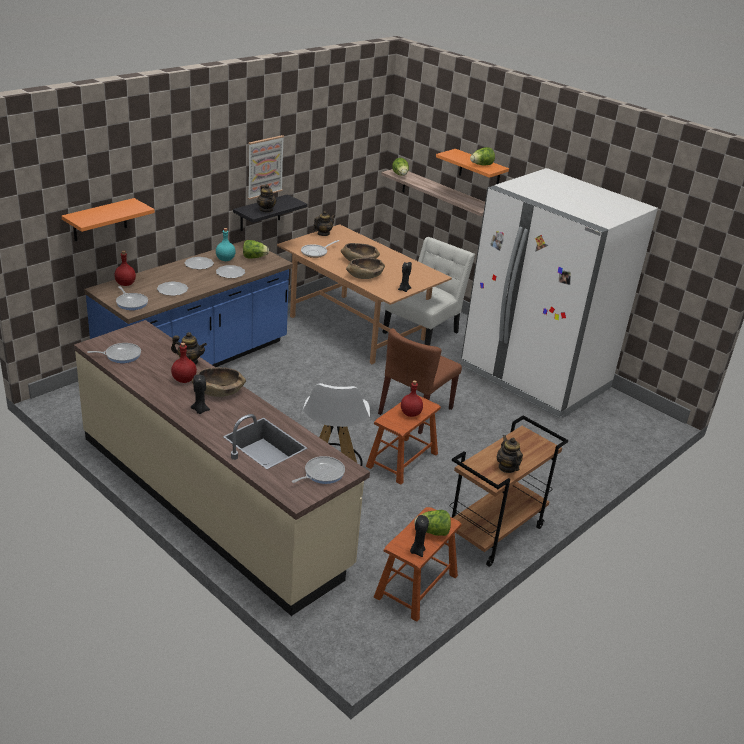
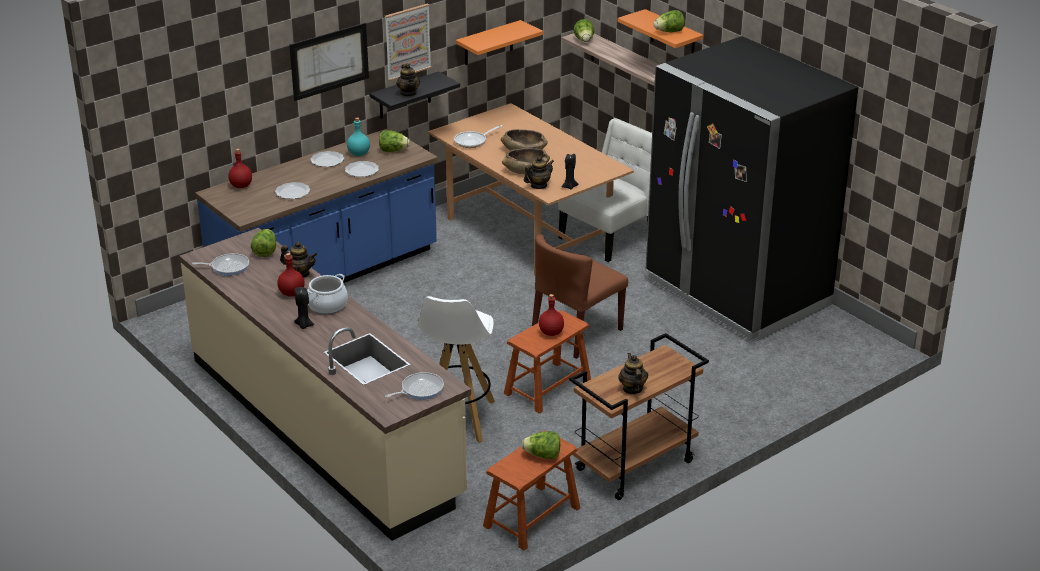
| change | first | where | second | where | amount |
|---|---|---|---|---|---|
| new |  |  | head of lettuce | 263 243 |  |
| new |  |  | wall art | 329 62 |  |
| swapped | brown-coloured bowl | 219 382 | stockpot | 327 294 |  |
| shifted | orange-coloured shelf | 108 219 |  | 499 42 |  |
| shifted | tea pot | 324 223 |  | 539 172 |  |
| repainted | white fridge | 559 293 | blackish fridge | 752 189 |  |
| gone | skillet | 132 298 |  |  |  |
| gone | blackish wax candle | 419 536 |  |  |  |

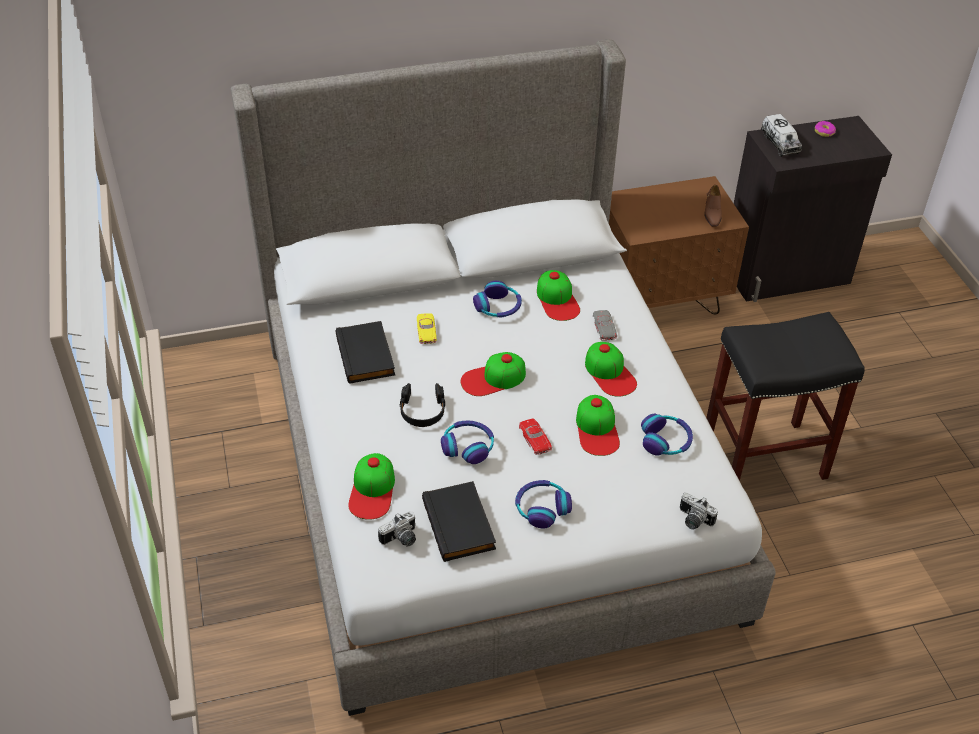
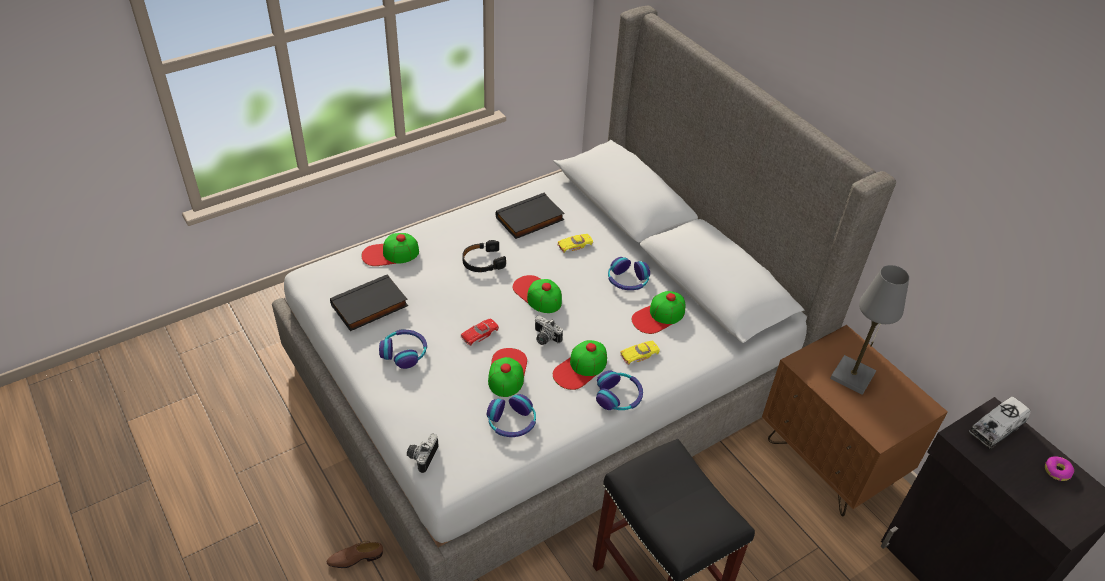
| change | first | where | second | where | amount |
|---|---|---|---|---|---|
| shifted | brown-coloured shoe | 713 206 |  | 355 554 |  |
| rotated | cap | 598 425 |  | 507 372 | 120 degrees clockwise |
| shifted | photo camera | 397 528 |  | 549 330 |  |
| shifted | headset | 467 442 |  | 619 390 |  |
| repainted | gray toy car | 605 325 | yellowish toy car | 640 353 |  |
| new |  |  | gray lamp for a table | 869 330 |  |

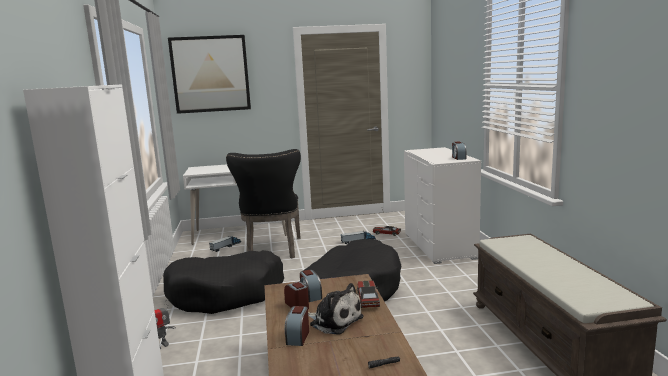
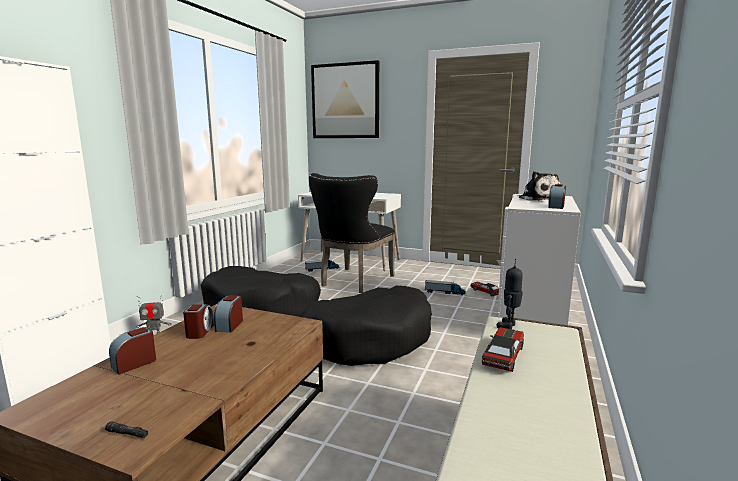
| change | first | where | second | where | amount |
|---|---|---|---|---|---|
| shifted | toy car | 368 294 |  | 503 349 |  |
| new |  |  | toy robot | 510 294 |  |
| shifted | cuddly toy | 336 309 |  | 539 186 |  |

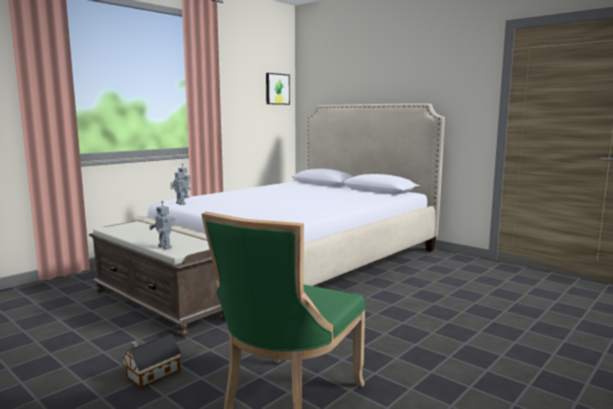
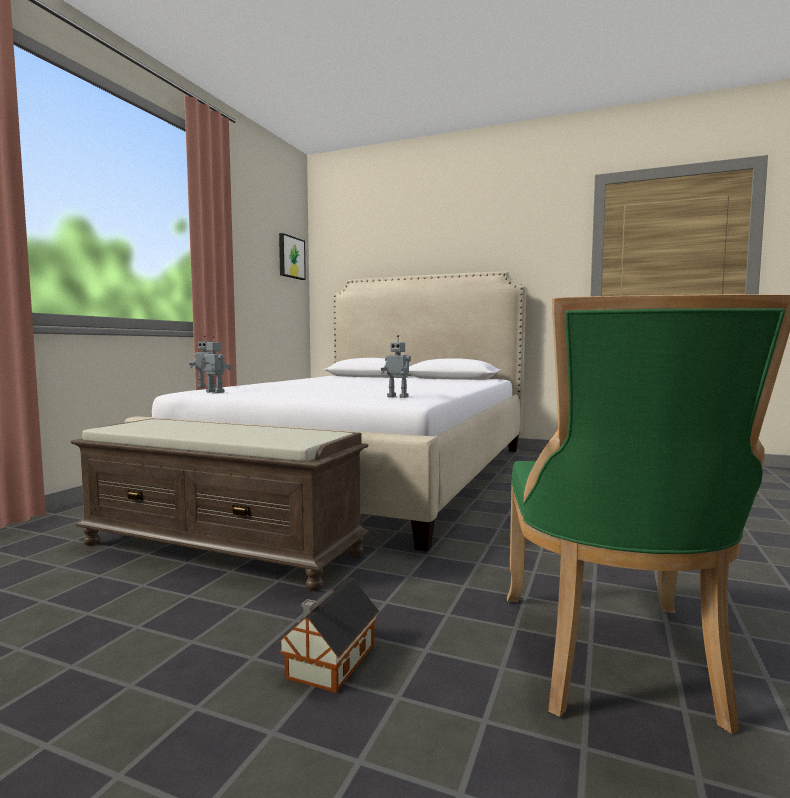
| change | first | where | second | where | amount |
|---|---|---|---|---|---|
| shifted | toy robot | 162 225 |  | 396 366 |  |

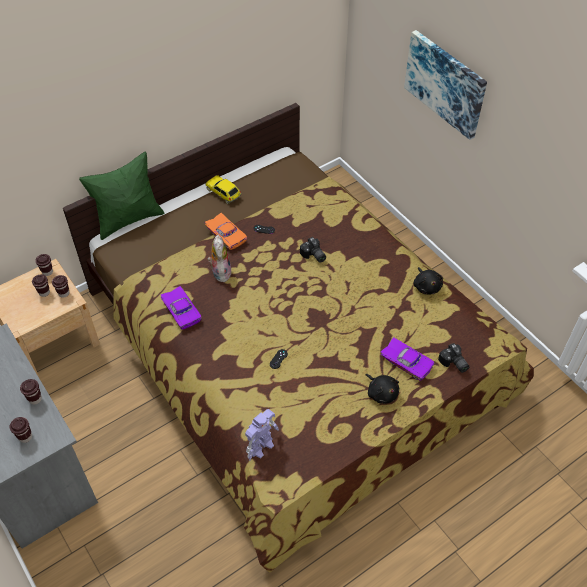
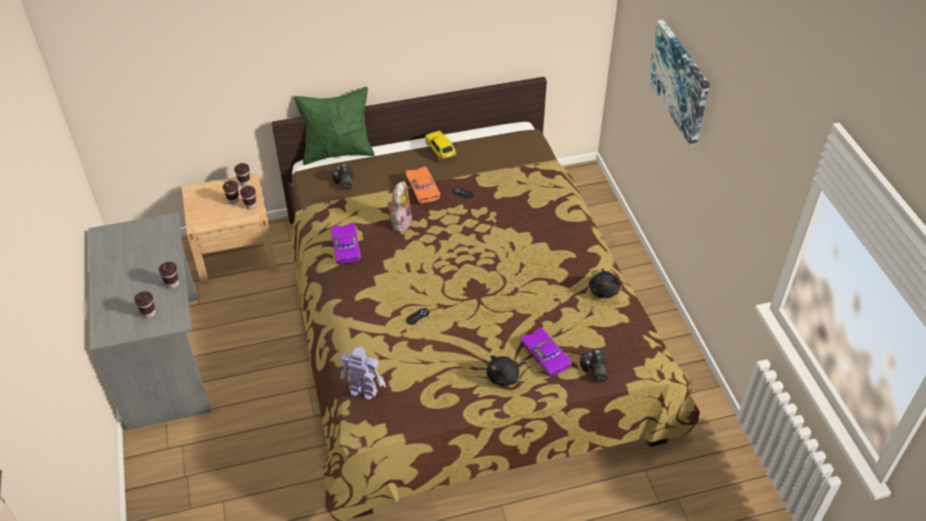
| change | first | where | second | where | amount |
|---|---|---|---|---|---|
| shifted | photo camera | 313 250 |  | 342 177 |  |
| rotated | toy robot | 262 435 |  | 363 373 | 135 degrees counterclockwise |
| rotated | blackish cuddly toy | 382 388 |  | 506 370 | 75 degrees clockwise |

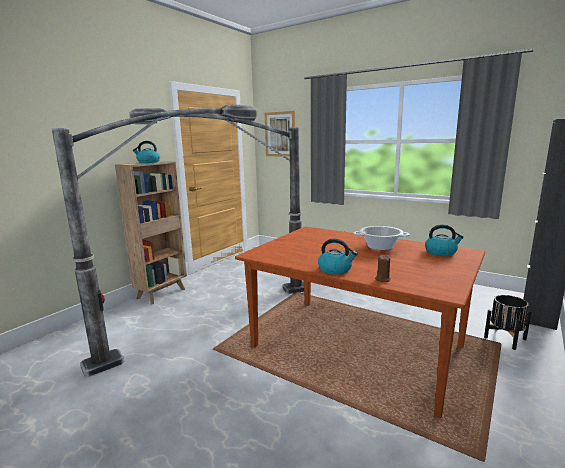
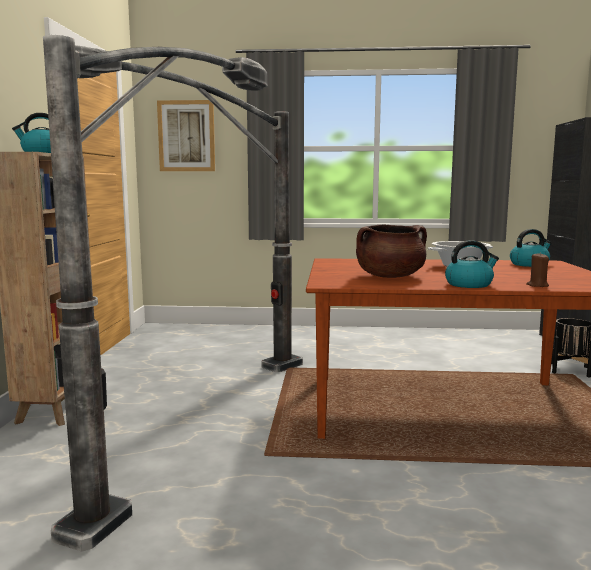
| change | first | where | second | where | amount |
|---|---|---|---|---|---|
| new |  |  | brown-coloured stockpot | 391 251 |  |

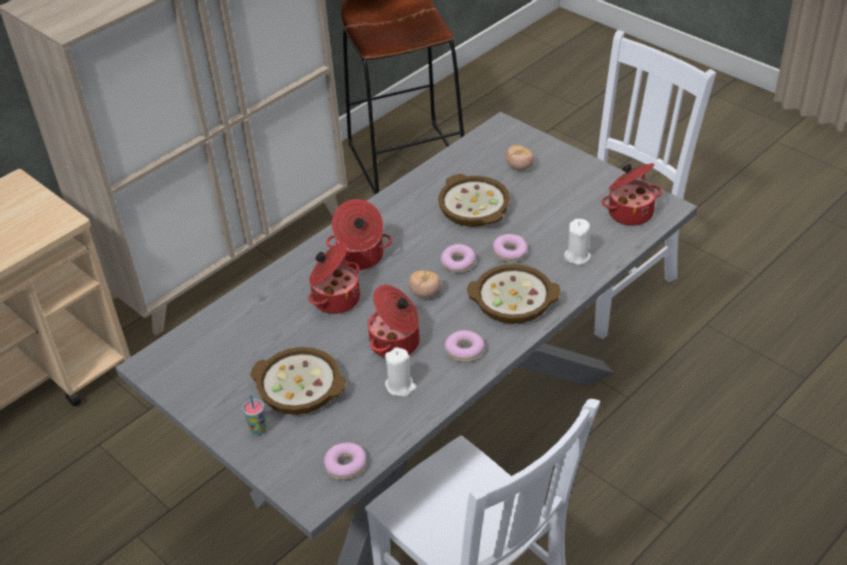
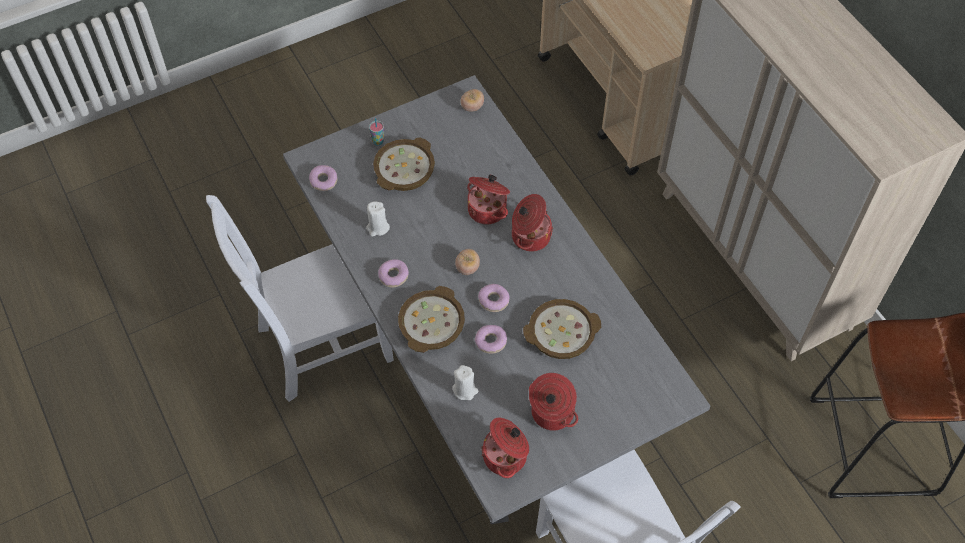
| change | first | where | second | where | amount |
|---|---|---|---|---|---|
| shifted | fresh tomato | 520 158 |  | 472 100 |  |
| shifted | stockpot | 393 321 |  | 553 402 |  |

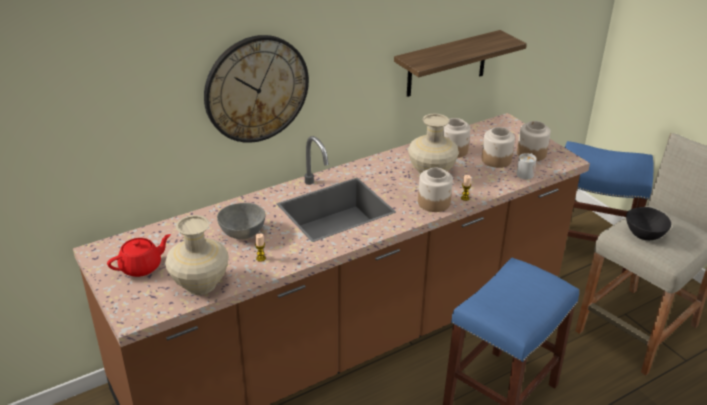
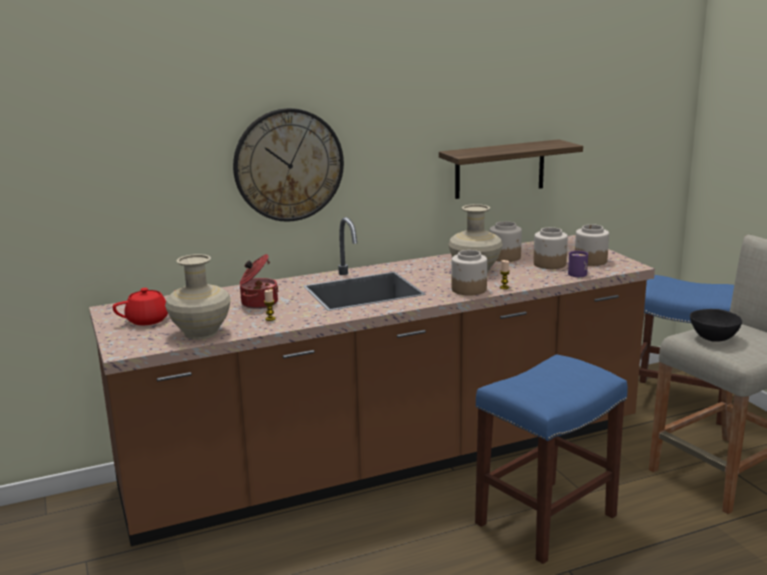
| change | first | where | second | where | amount |
|---|---|---|---|---|---|
| swapped | gray bowl | 241 221 | stockpot | 259 281 |  |
| repainted | white tea mug | 527 166 | purplish tea mug | 578 264 |  |

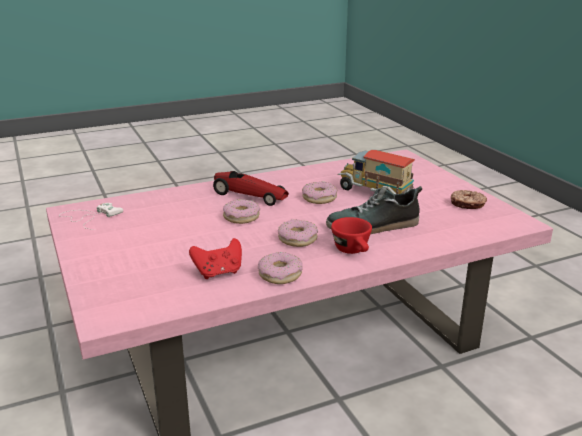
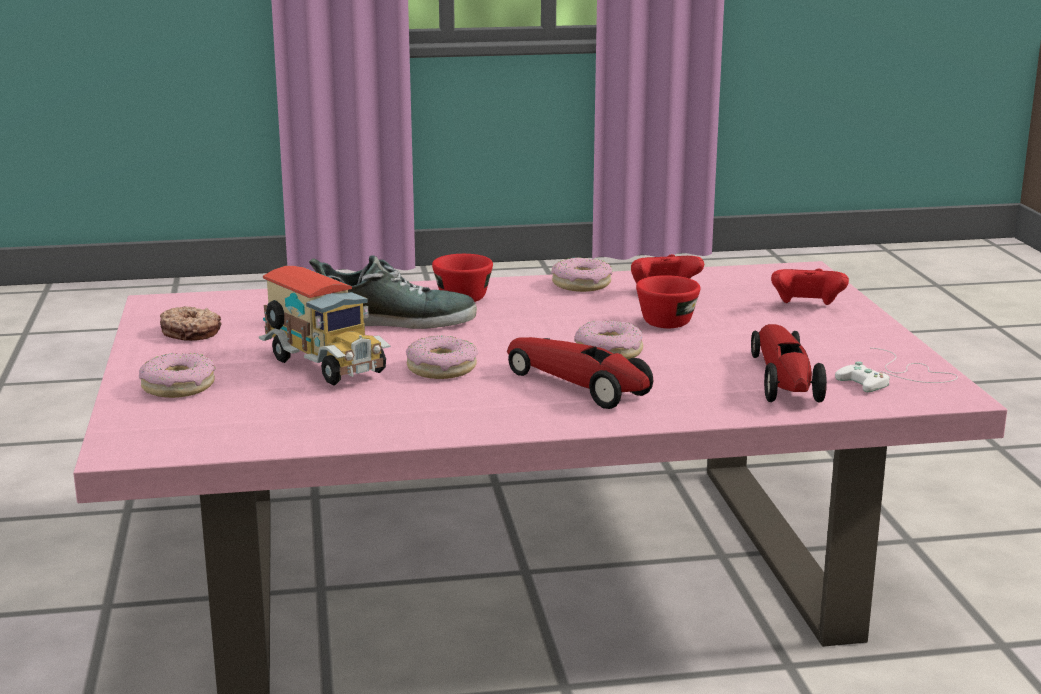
| change | first | where | second | where | amount |
|---|---|---|---|---|---|
| shifted | doughnut | 298 233 |  | 177 375 |  |
| new |  |  | red-coloured cup | 668 301 |  |
| new |  |  | toy car | 789 363 |  |
| new |  |  | red-coloured gamepad | 810 287 |  |

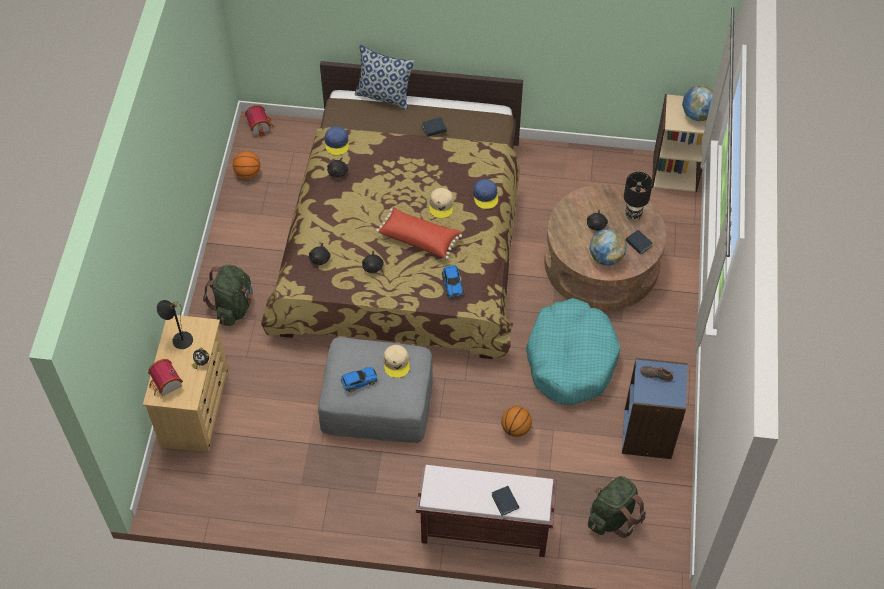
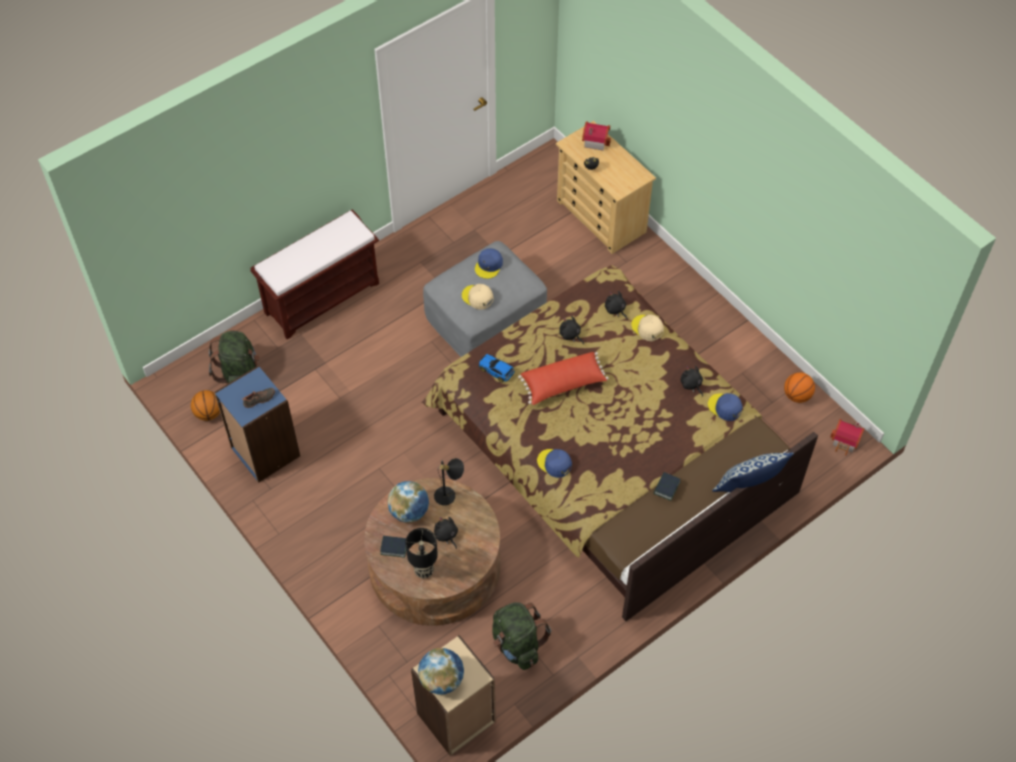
| change | first | where | second | where | amount |
|---|---|---|---|---|---|
| shifted | basketball | 516 421 |  | 205 405 |  |
| shifted | blackish lamp for a table | 175 324 |  | 449 481 |  |
| swapped | toy car | 359 379 | bluish cap | 489 263 |  |
| shifted | greenish backpack | 228 295 |  | 521 636 |  |
| shifted | beige-coloured cap | 441 203 |  | 647 327 |  |
| gone | book | 505 501 |  |  |  |
| gone | blue-green pet bed | 573 351 |  |  |  |

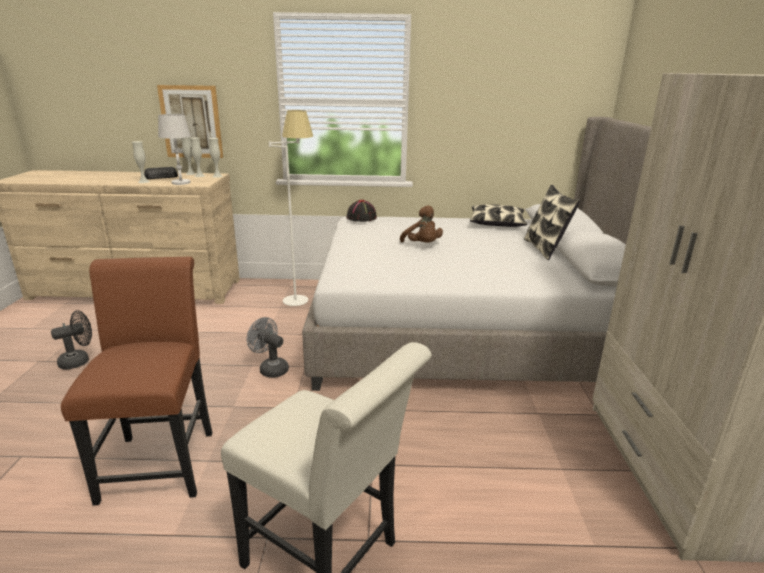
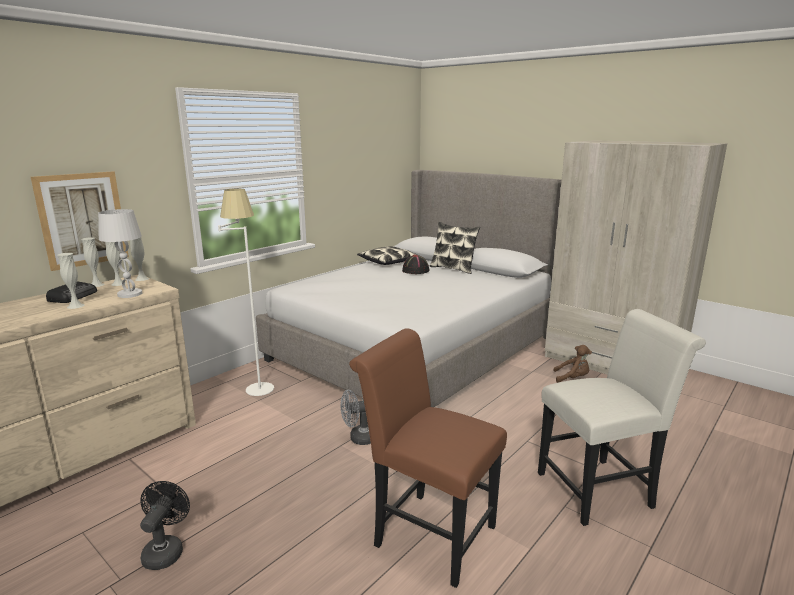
| change | first | where | second | where | amount |
|---|---|---|---|---|---|
| shifted | blackish clothing hat | 361 211 |  | 416 264 |  |
| shifted | brown-coloured cuddly toy | 421 224 |  | 572 364 |  |

